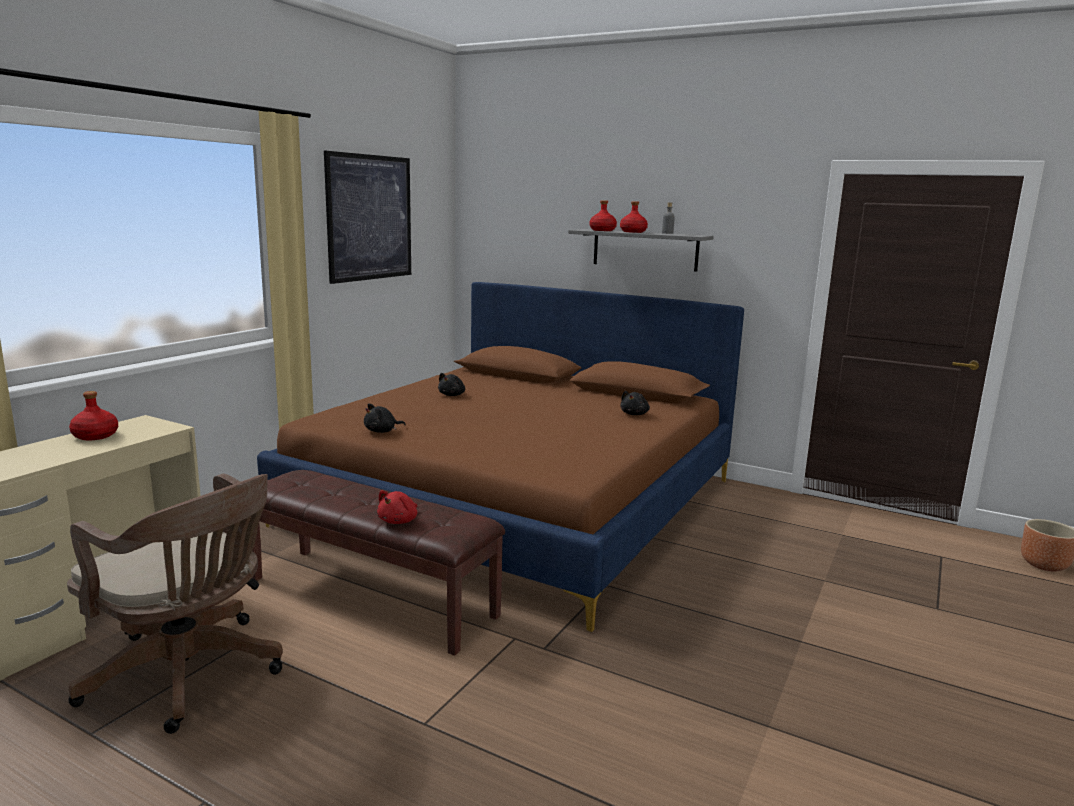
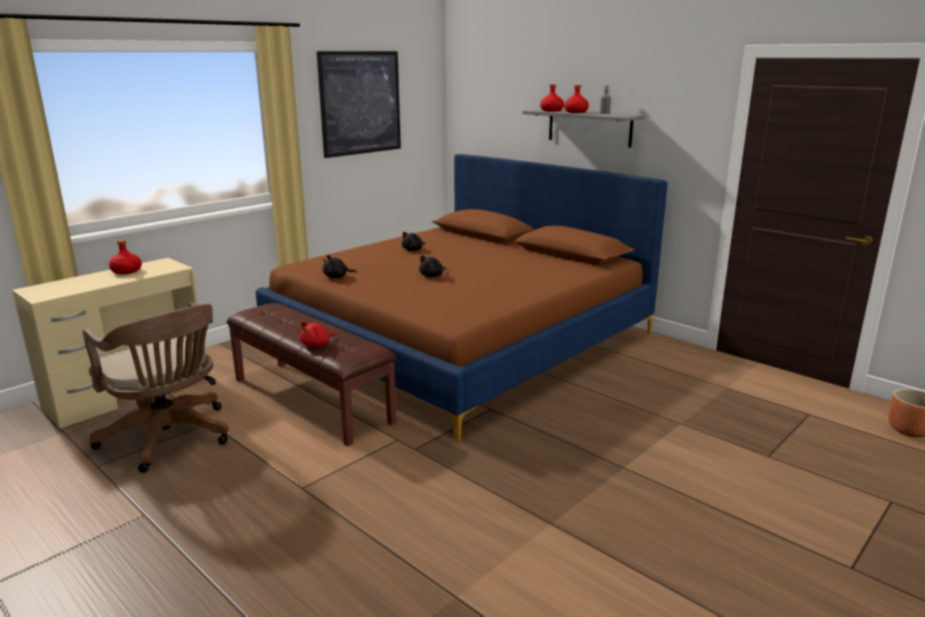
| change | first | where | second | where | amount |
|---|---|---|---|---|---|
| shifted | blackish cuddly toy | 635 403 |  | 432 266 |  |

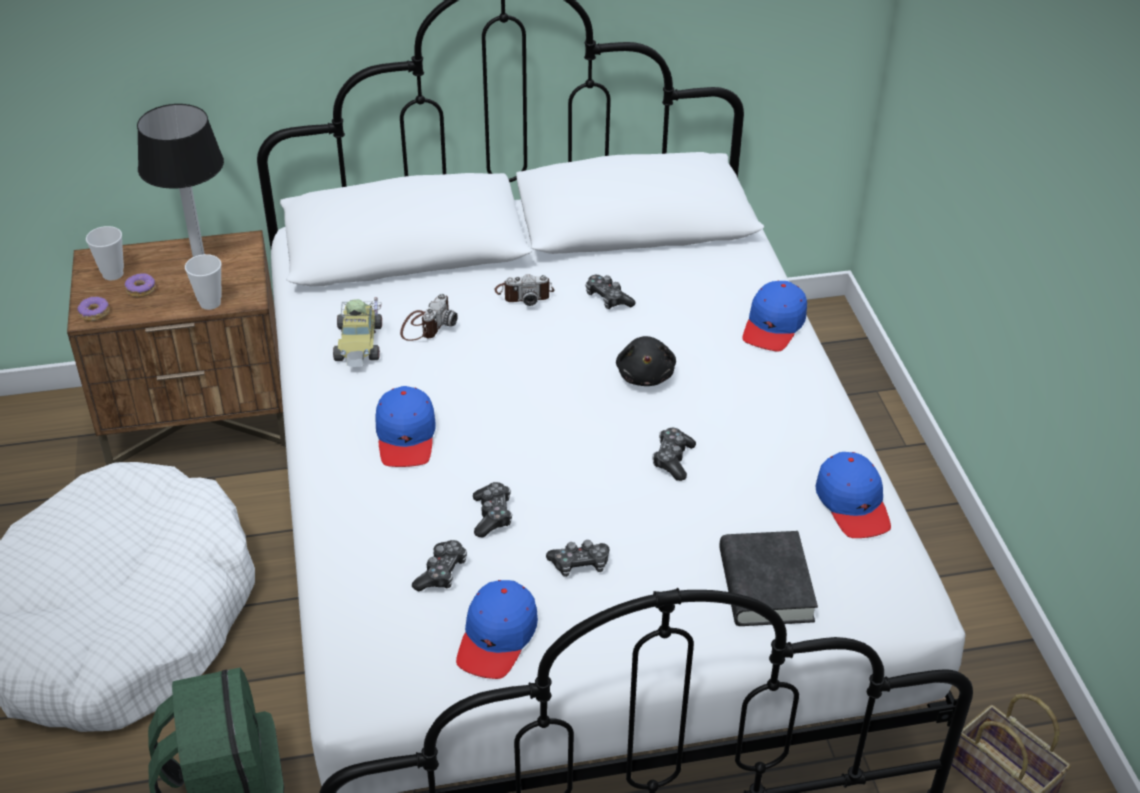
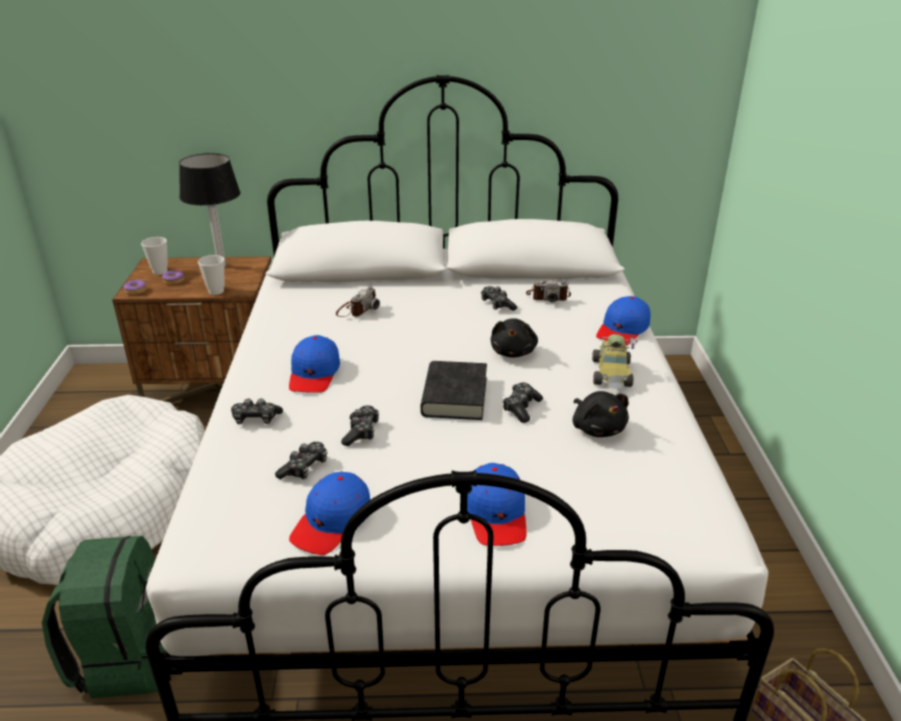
| change | first | where | second | where | amount |
|---|---|---|---|---|---|
| shifted | gamepad | 578 558 |  | 257 411 |  |
| shifted | blackish book | 768 578 |  | 453 390 |  |
| shifted | bluish cap | 853 495 |  | 497 504 |  |
| shifted | photo camera | 524 290 |  | 548 290 |  |
| new |  |  | blackish cuddly toy | 601 414 |  |
| shifted | toy car | 357 332 |  | 614 361 |  |

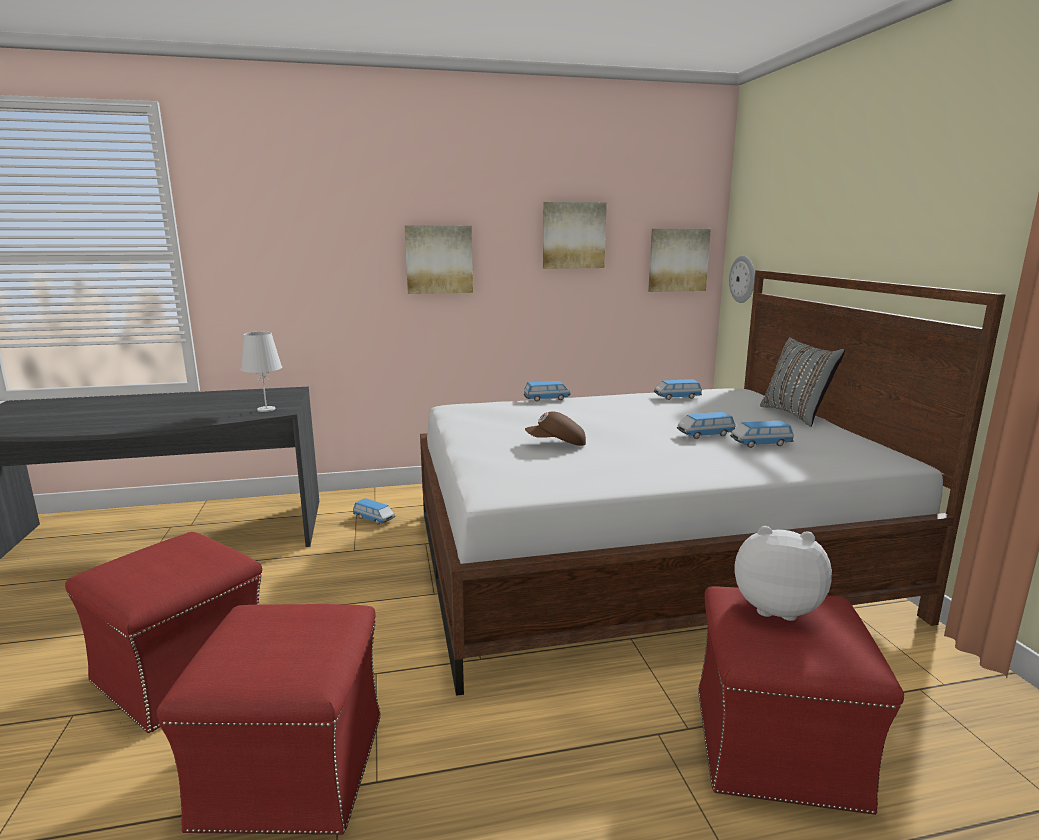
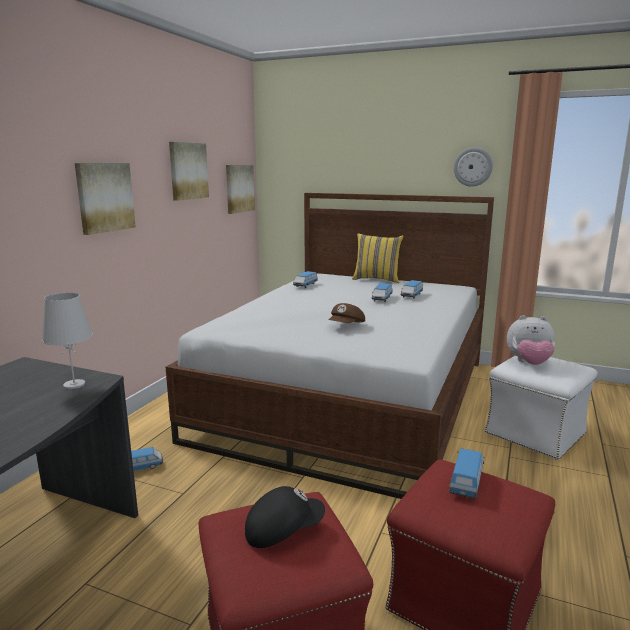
| change | first | where | second | where | amount |
|---|---|---|---|---|---|
| new |  |  | blackish cap | 285 517 |  |
| repainted | gray pillow | 802 382 | yellowish pillow | 378 258 |  |
| shifted | toy car | 547 391 |  | 466 474 |  |
| shifted | clock on the wall | 742 279 |  | 473 167 |  |
| repainted | red-coloured pouffe | 801 700 | white pouffe | 541 408 |  |
| rotated | cuddly toy | 783 573 |  | 531 340 | 135 degrees counterclockwise |

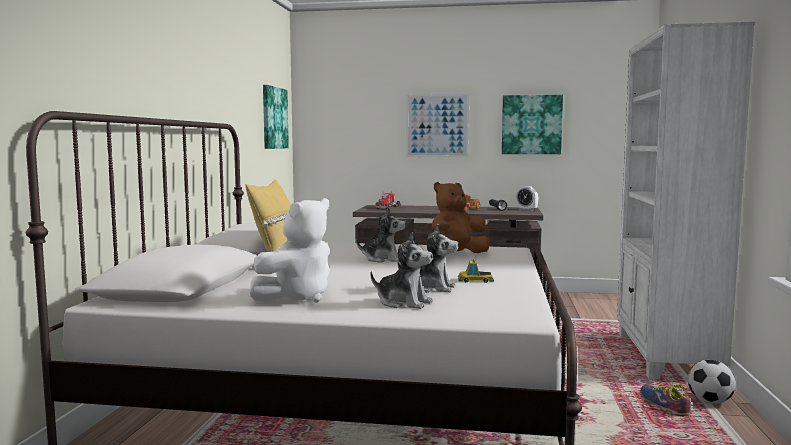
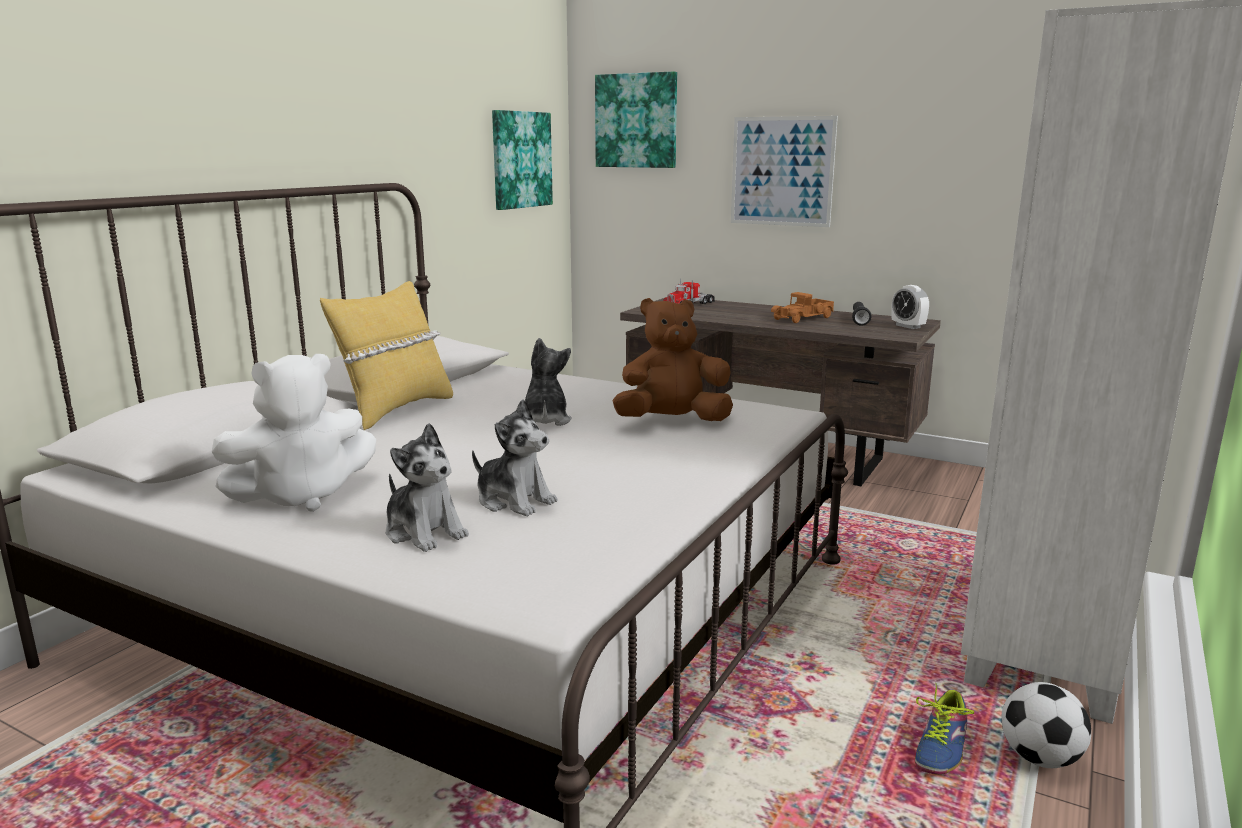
| change | first | where | second | where | amount |
|---|---|---|---|---|---|
| rotated | cuddly toy | 381 235 |  | 548 382 | 120 degrees counterclockwise |
| shifted | wall art | 532 124 |  | 636 120 |  |
| rotated | shoe | 666 400 |  | 944 729 | 150 degrees counterclockwise |
| gone | toy car | 476 271 |  |  |  |

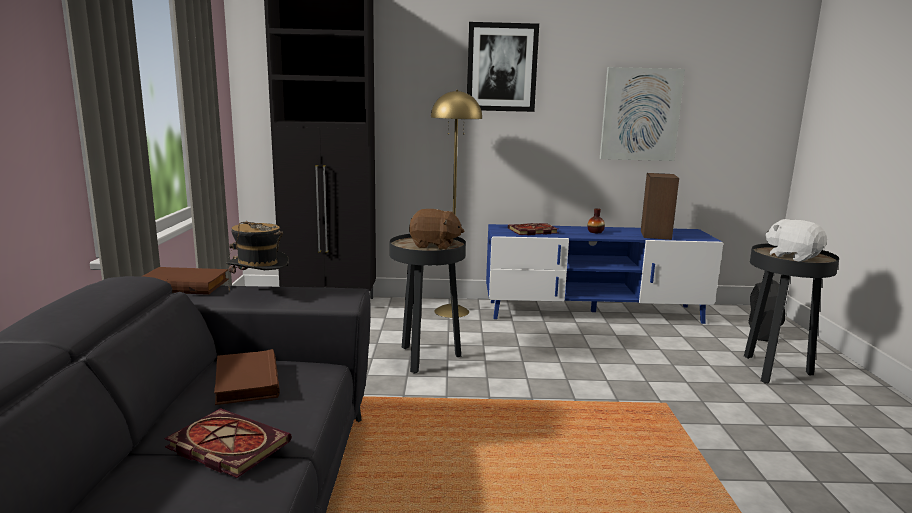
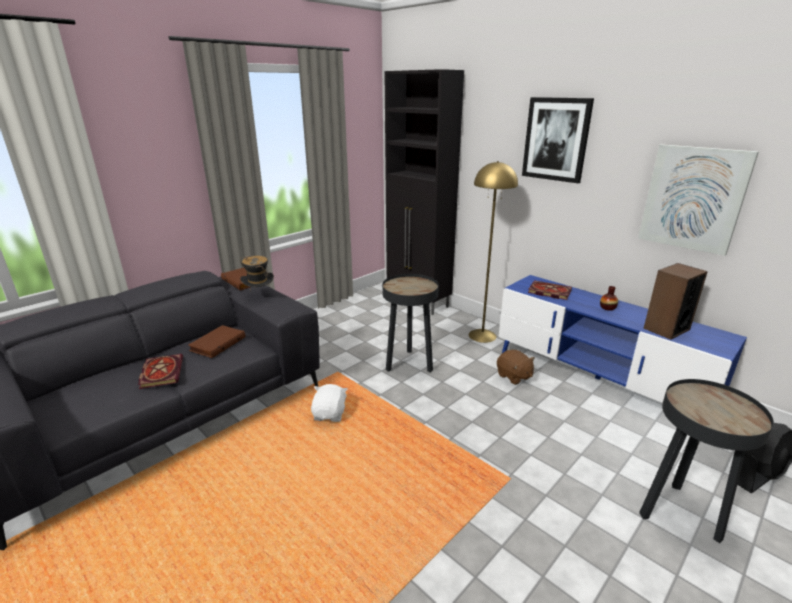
| change | first | where | second | where | amount |
|---|---|---|---|---|---|
| shifted | white cuddly toy | 796 240 |  | 329 403 |  |
| shifted | brown-coloured cuddly toy | 436 229 |  | 516 367 |  |

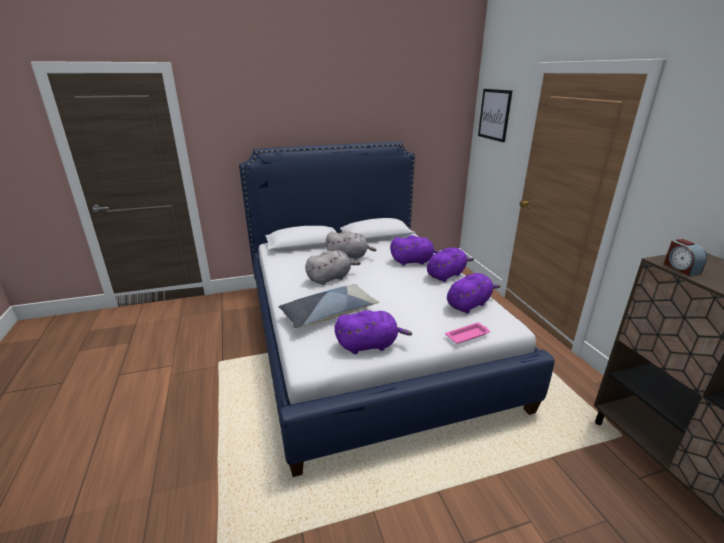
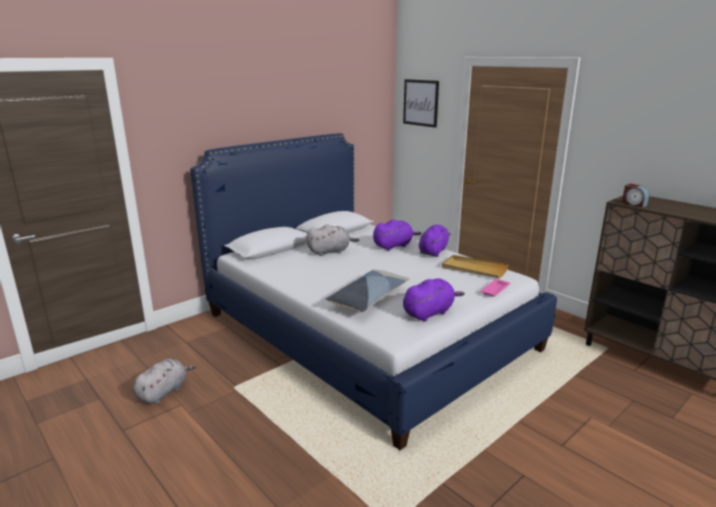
| change | first | where | second | where | amount |
|---|---|---|---|---|---|
| shifted | gray cuddly toy | 333 267 |  | 164 381 |  |
| swapped | purplish cuddly toy | 474 293 | beige-coloured serving tray | 475 266 |  |

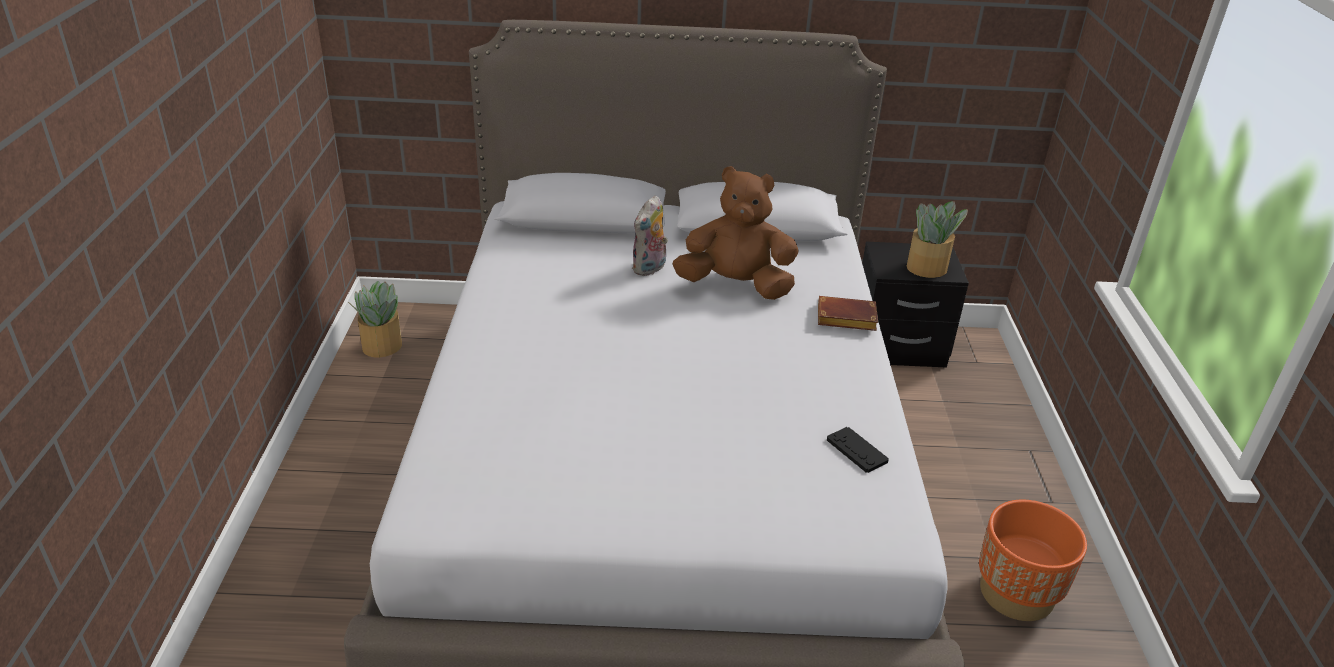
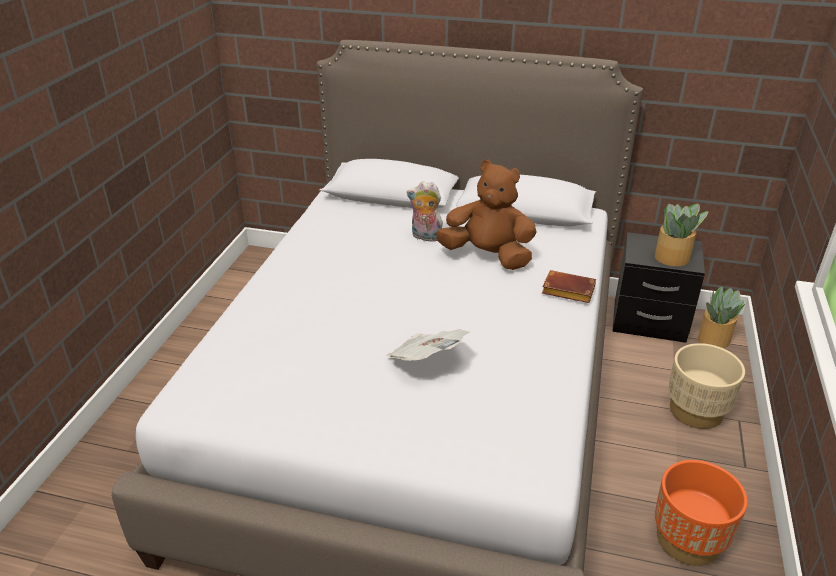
| change | first | where | second | where | amount |
|---|---|---|---|---|---|
| new |  |  | newspaper | 428 345 |  |
| rotated | cuddly toy | 650 235 |  | 425 211 | 60 degrees clockwise |
| new |  |  | beige-coloured flower pot | 706 386 |  |
| shifted | houseplant | 374 319 |  | 721 317 |  |
| gone | blackish gamepad | 858 450 |  |  |  |

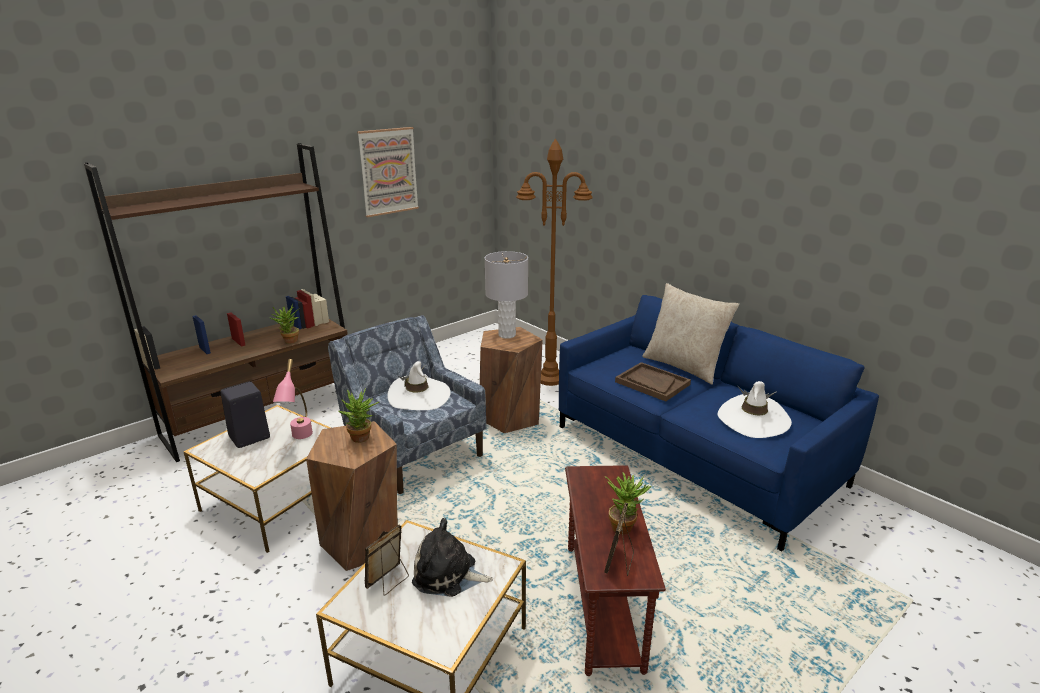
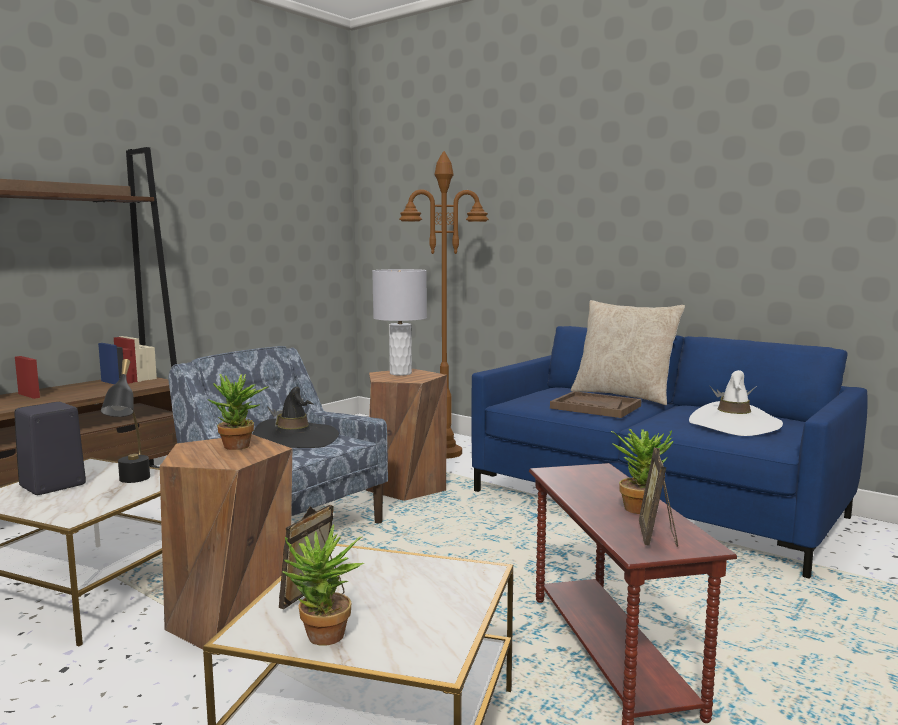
| change | first | where | second | where | amount |
|---|---|---|---|---|---|
| repainted | pinkish lamp for a table | 293 399 | blackish lamp for a table | 125 421 |  |
| repainted | white clothing hat | 419 385 | blackish clothing hat | 296 417 |  |
| shifted | houseplant | 285 324 |  | 323 585 |  |
| gone | wall art | 388 172 |  |  |  |
| gone | cuddly toy | 452 557 |  |  |  |

